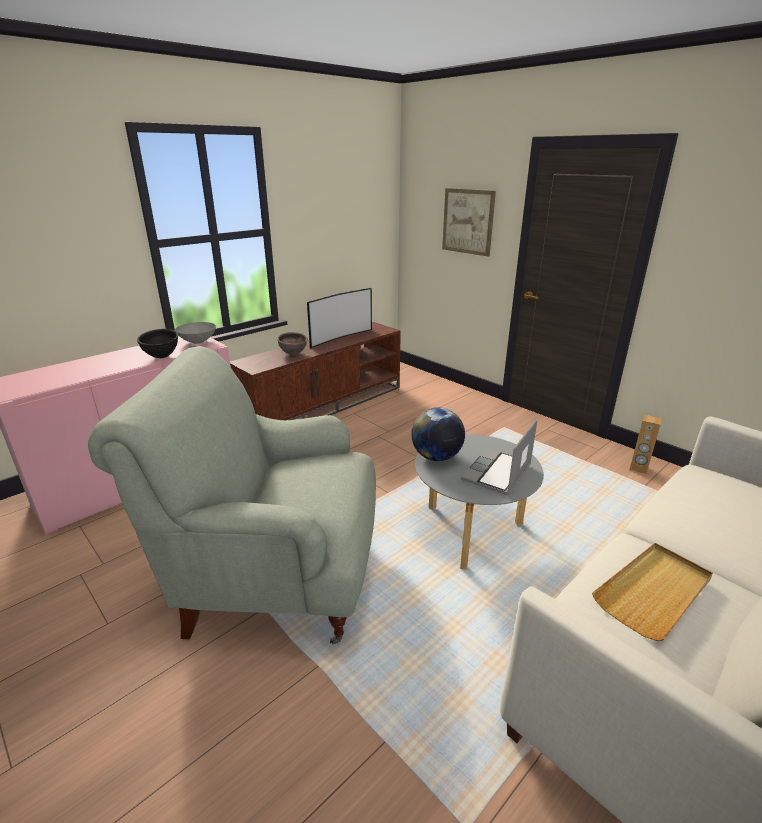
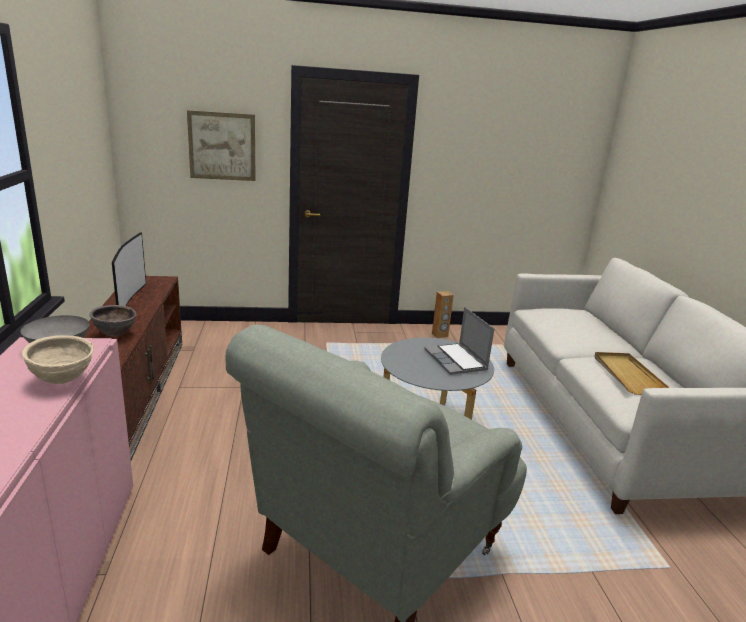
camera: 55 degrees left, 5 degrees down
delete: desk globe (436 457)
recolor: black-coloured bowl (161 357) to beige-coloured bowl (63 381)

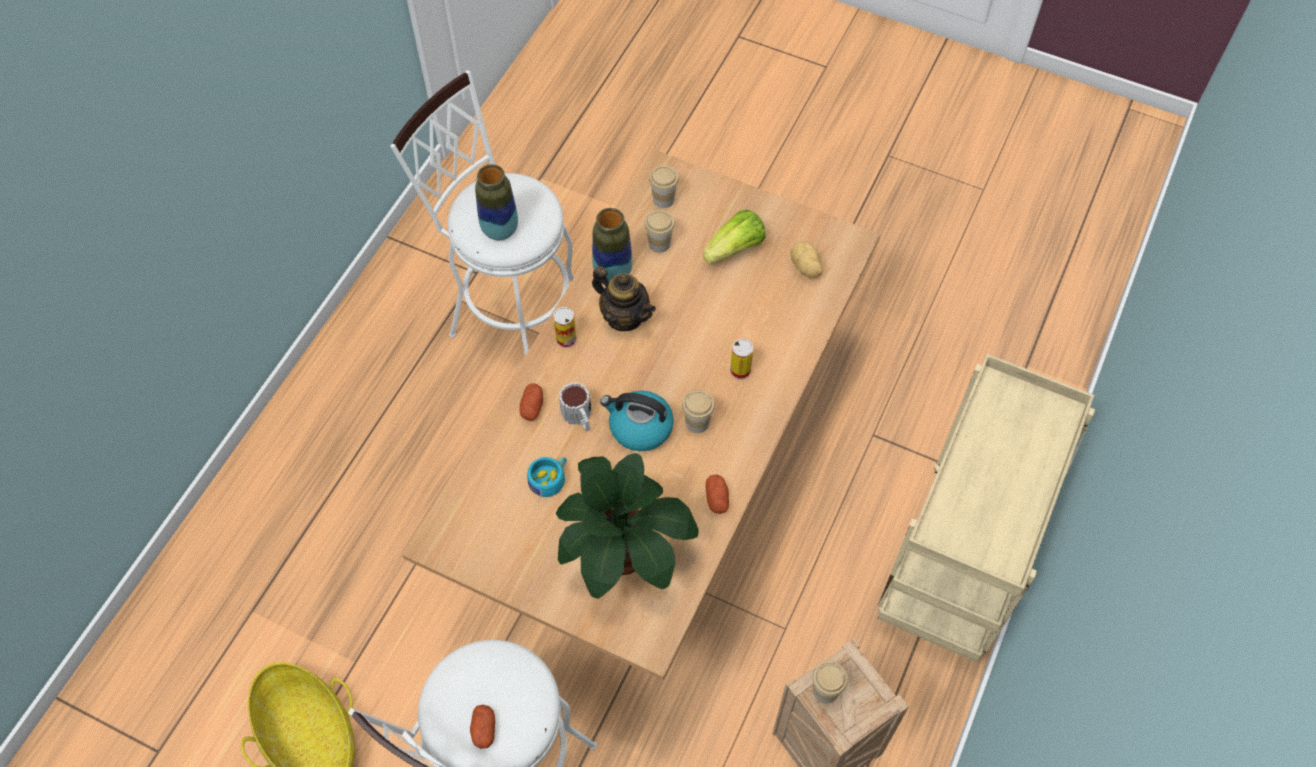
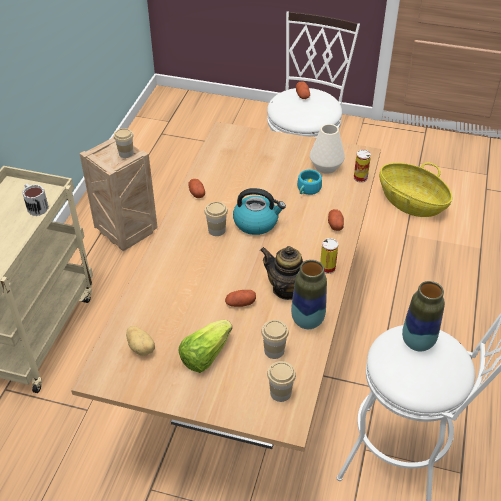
camera: 170 degrees right, 15 degrees down
delete: plant in a pot (622 553)
insert: whitish decorative vase (326 166); whole potato (240 303)
move: metal can (740 370) to (360 178); tea mug (579 417) to (35 206)

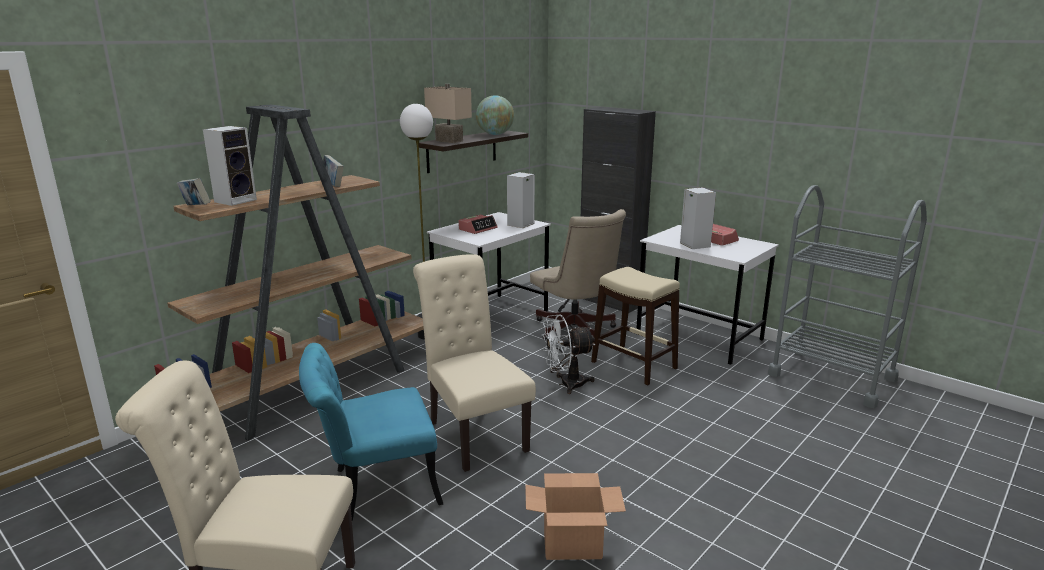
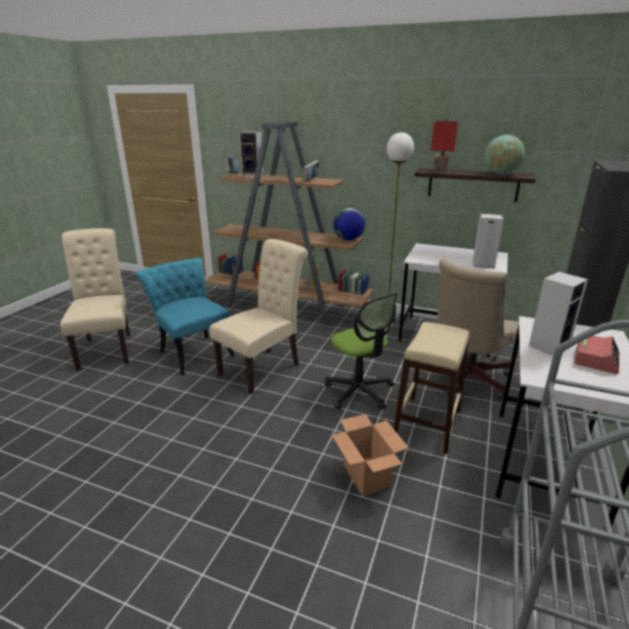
camera: 70 degrees right, 5 degrees up
delete: alarm clock (478 229)
insert: desk globe (348 239)
move: packing box (573 545) to (367 476)
replace: whitish fan (566 384) to desk chair (359 392)
recolor: beige-coloured table lamp (448 141) to red-coloured table lamp (439 170)

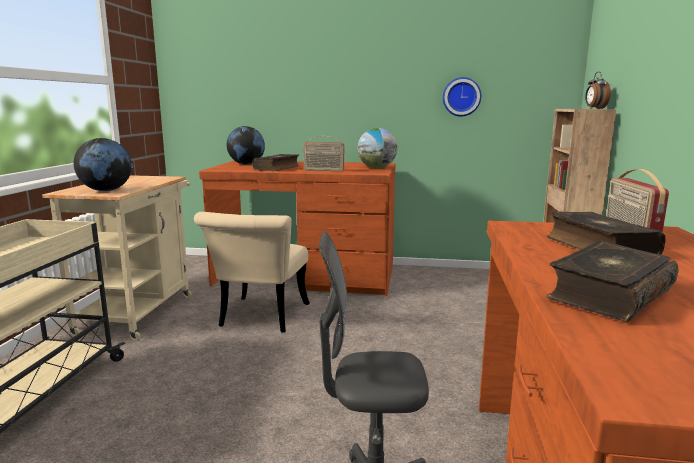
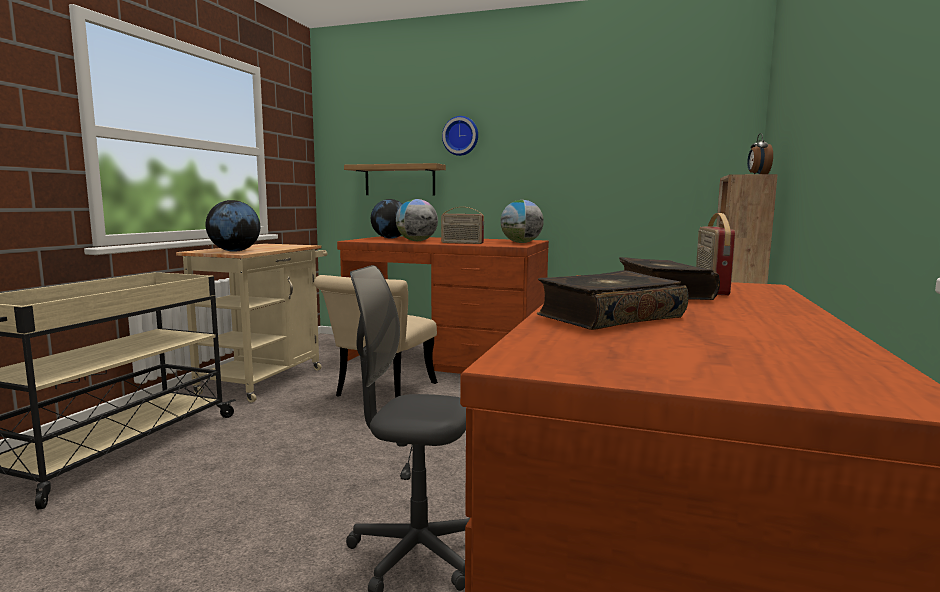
camera: 10 degrees right, 5 degrees down
insert: wall shelf (400 180)
move: hanging clock (461 97) to (461 136)
replace: book (277 168) to desk globe (416 241)

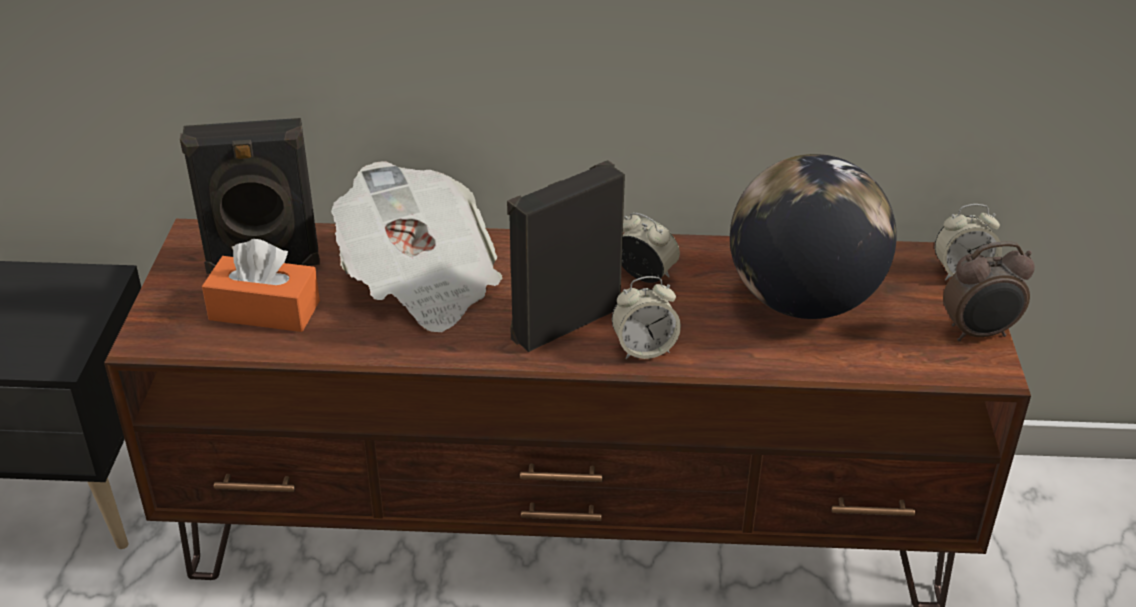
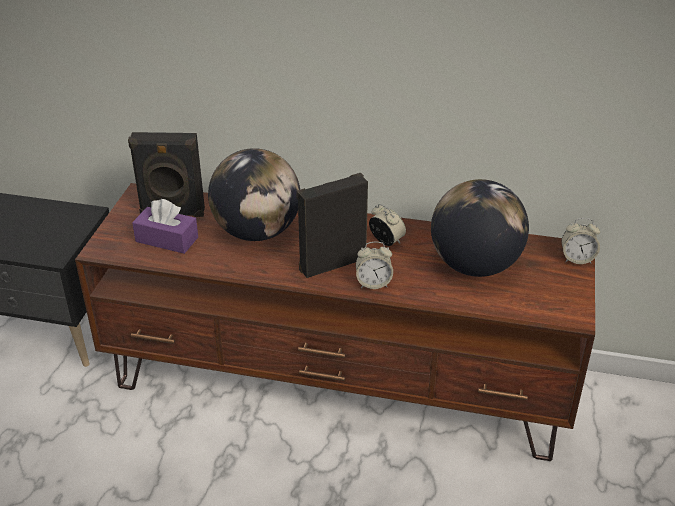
camera: 10 degrees right, 0 degrees up
delete: alarm clock (979 333)
replace: daily paper (420 282) to desk globe (257 232)
recolor: orange box of tissues (264 310) to purplish box of tissues (167 239)

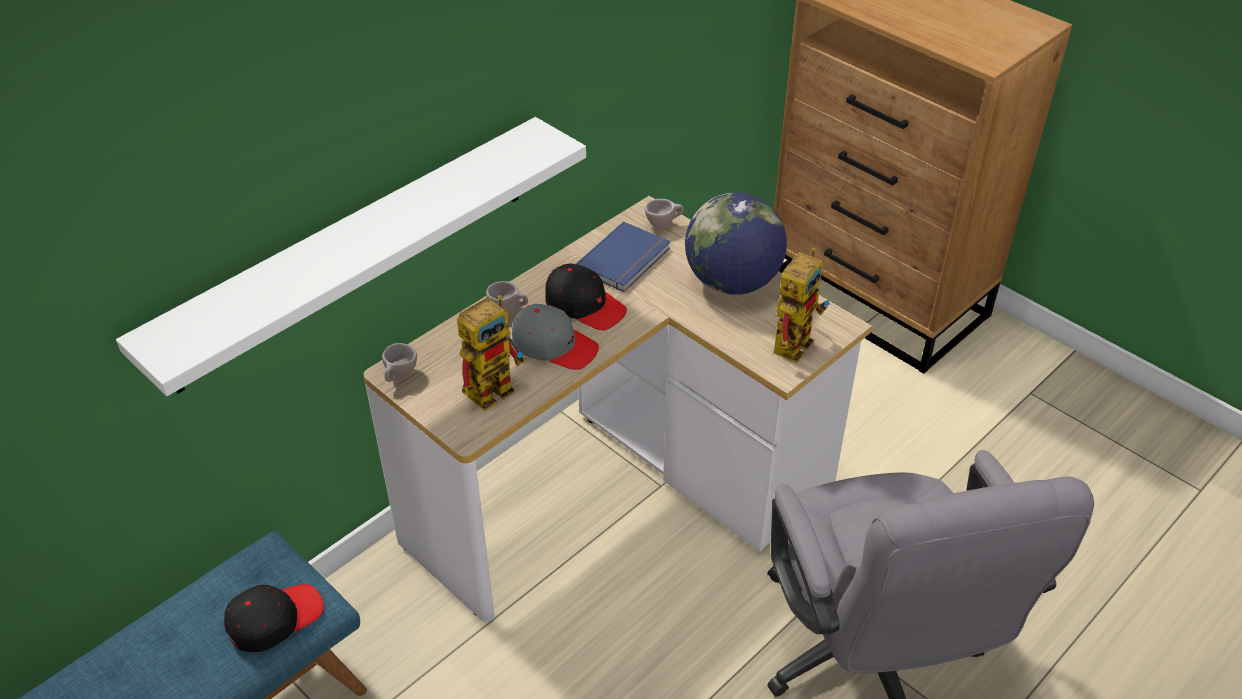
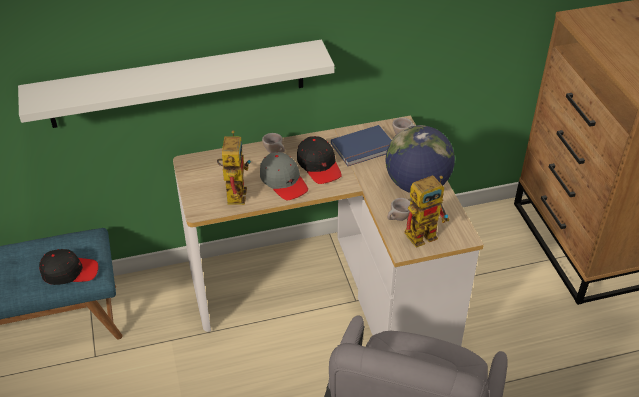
camera: 30 degrees right, 0 degrees up
move: beige-coloured small cup (400 377) to (398 219)
rotate: model robot (496 386) = (234 191) 75 degrees counterclockwise

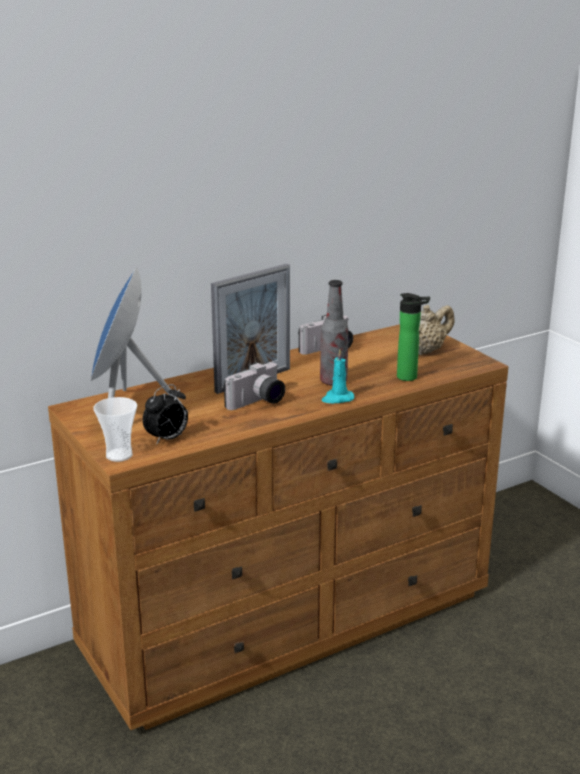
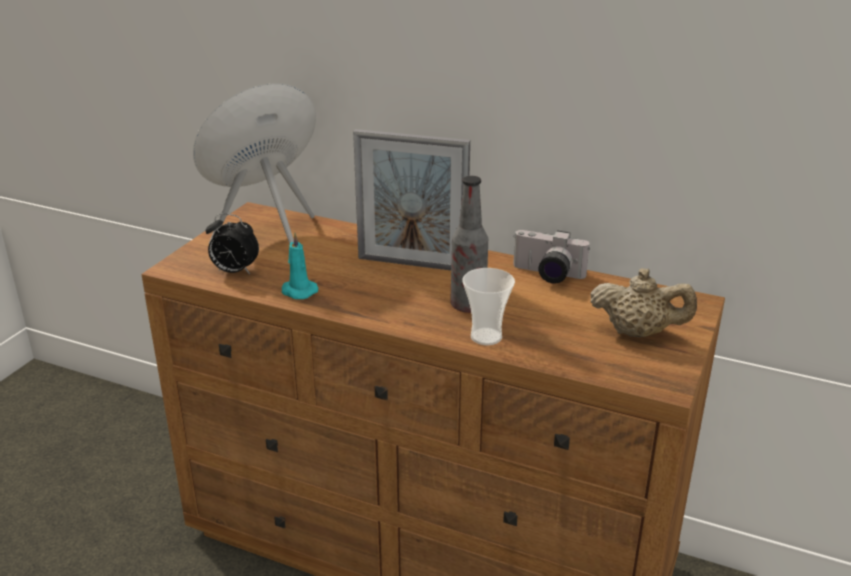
camera: 55 degrees right, 5 degrees up
delete: bottle (410 377); still camera (258 403)
move: turquoise candle (337 399) to (298 291); small cup (119 455) to (486 337)

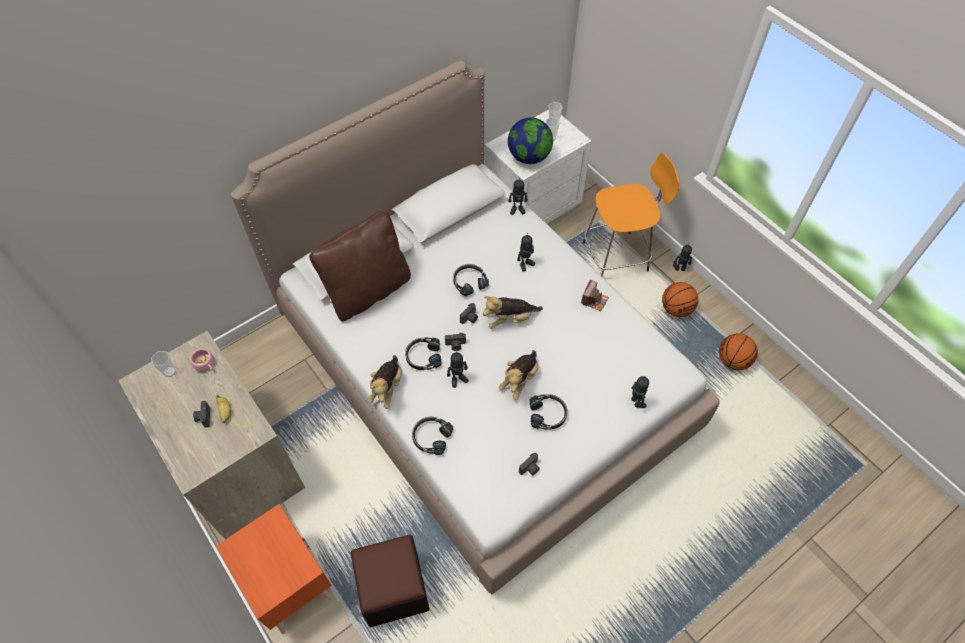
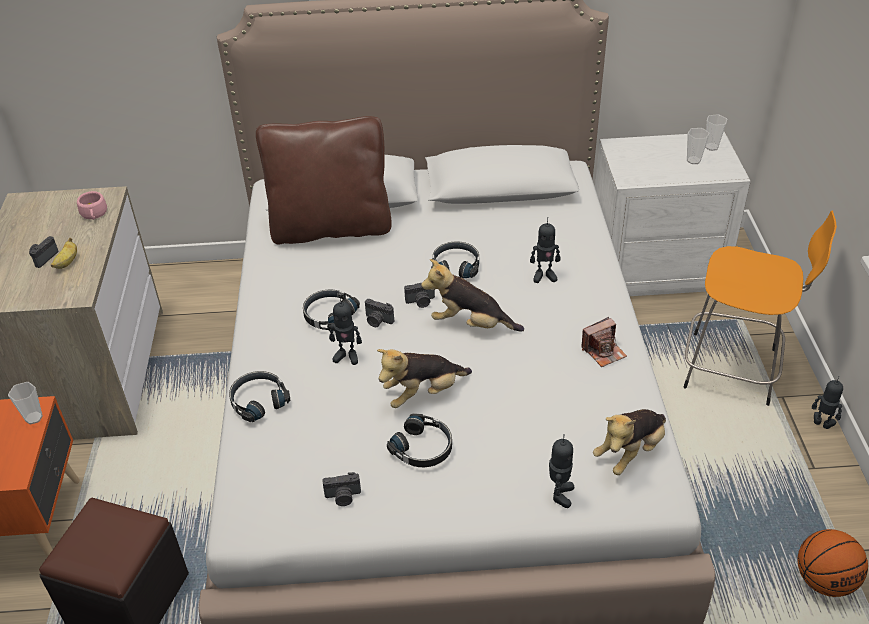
camera: 35 degrees right, 15 degrees down
delete: desk globe (529 157); model robot (517 209); basketball ball (676 309)
move: small cup (169 372) to (34 418); soft toy (387 388) to (630 452)

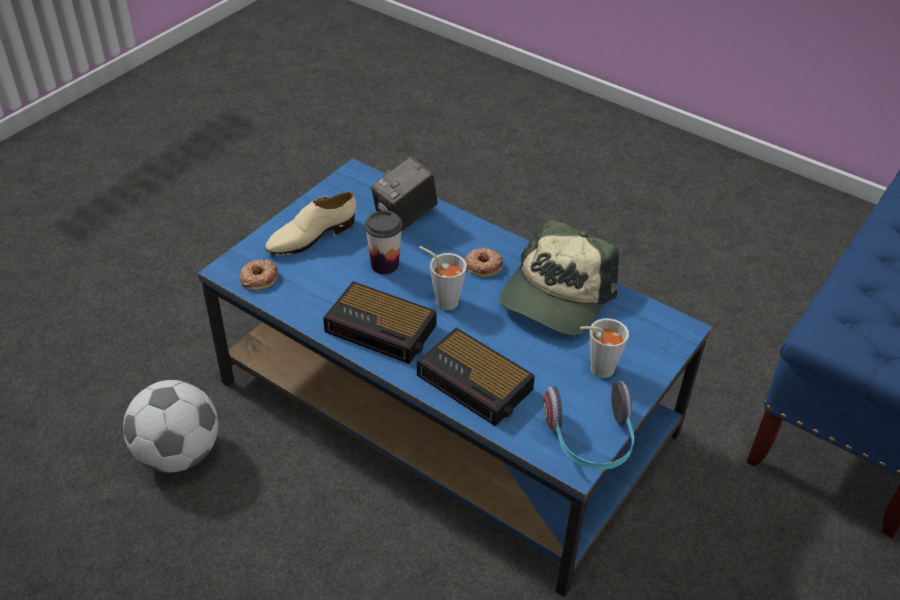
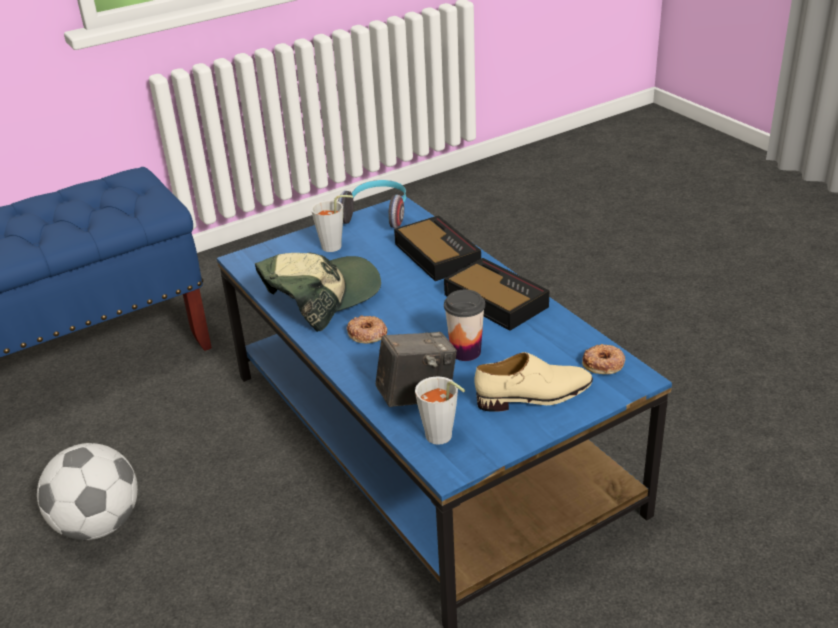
camera: 155 degrees left, 10 degrees down
move: greyish small cup (442 300) to (442 439); ball for football (179 453) to (98 524)

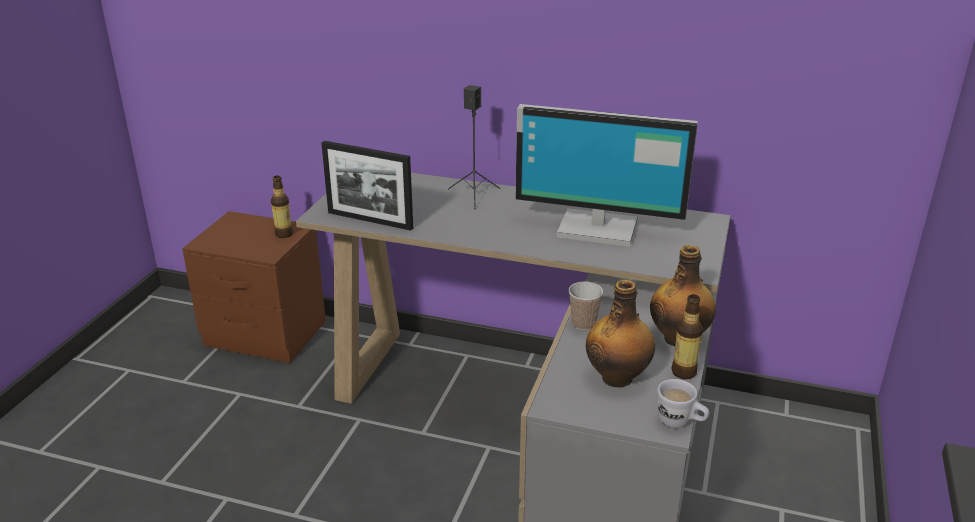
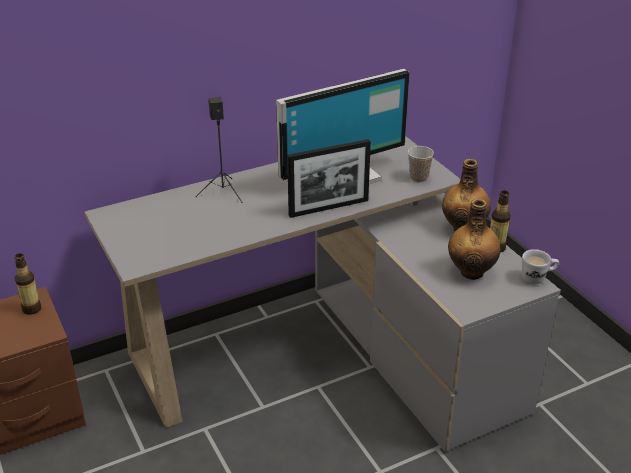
camera: 45 degrees left, 5 degrees up
move: photo frame (370 220) to (328 208); small cup (583 324) to (418 178)

